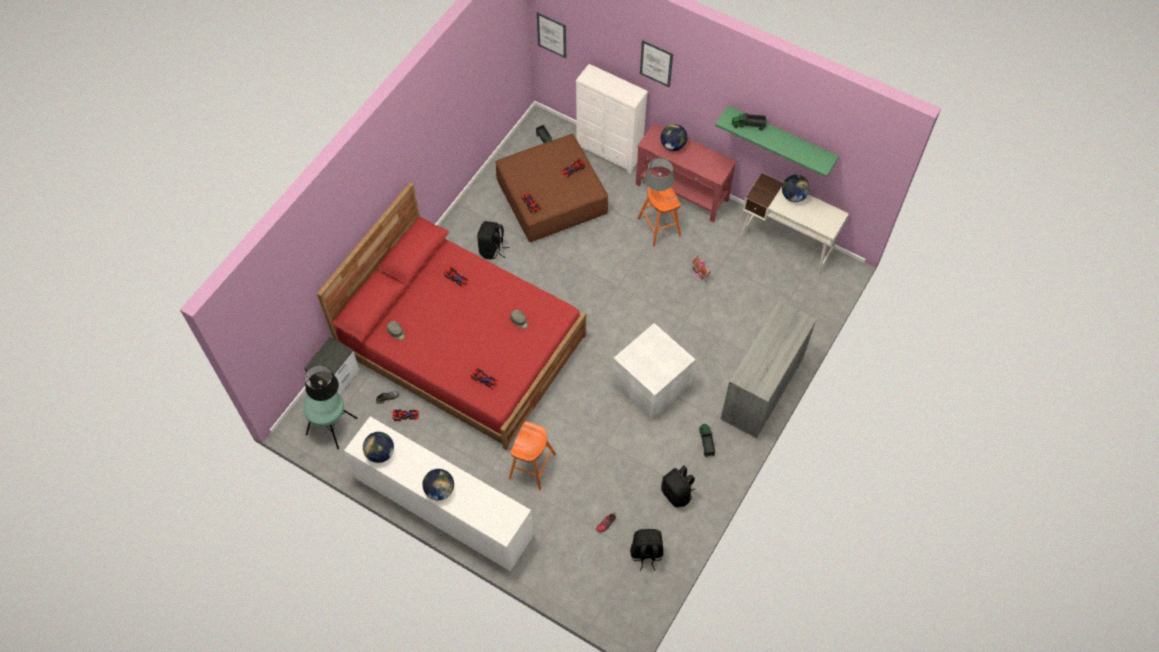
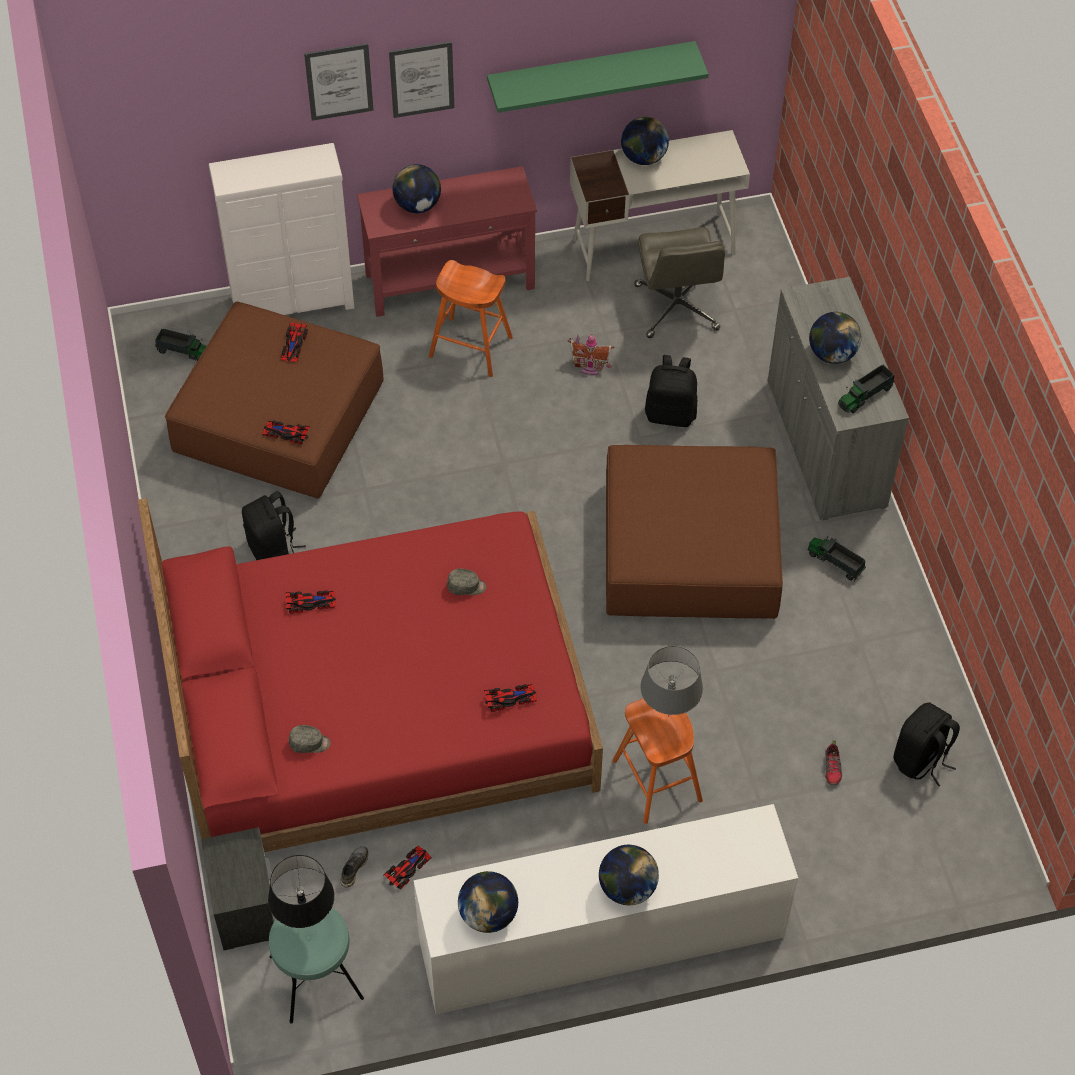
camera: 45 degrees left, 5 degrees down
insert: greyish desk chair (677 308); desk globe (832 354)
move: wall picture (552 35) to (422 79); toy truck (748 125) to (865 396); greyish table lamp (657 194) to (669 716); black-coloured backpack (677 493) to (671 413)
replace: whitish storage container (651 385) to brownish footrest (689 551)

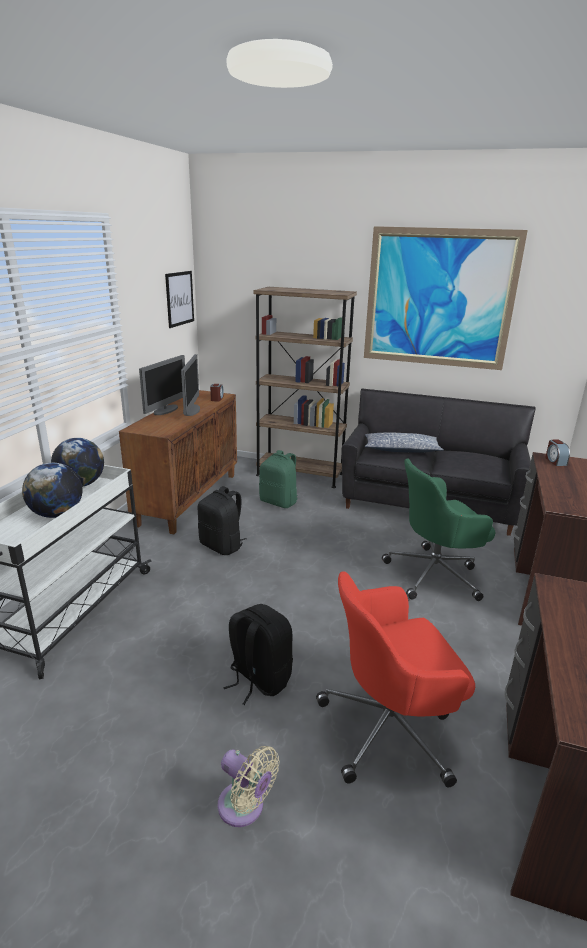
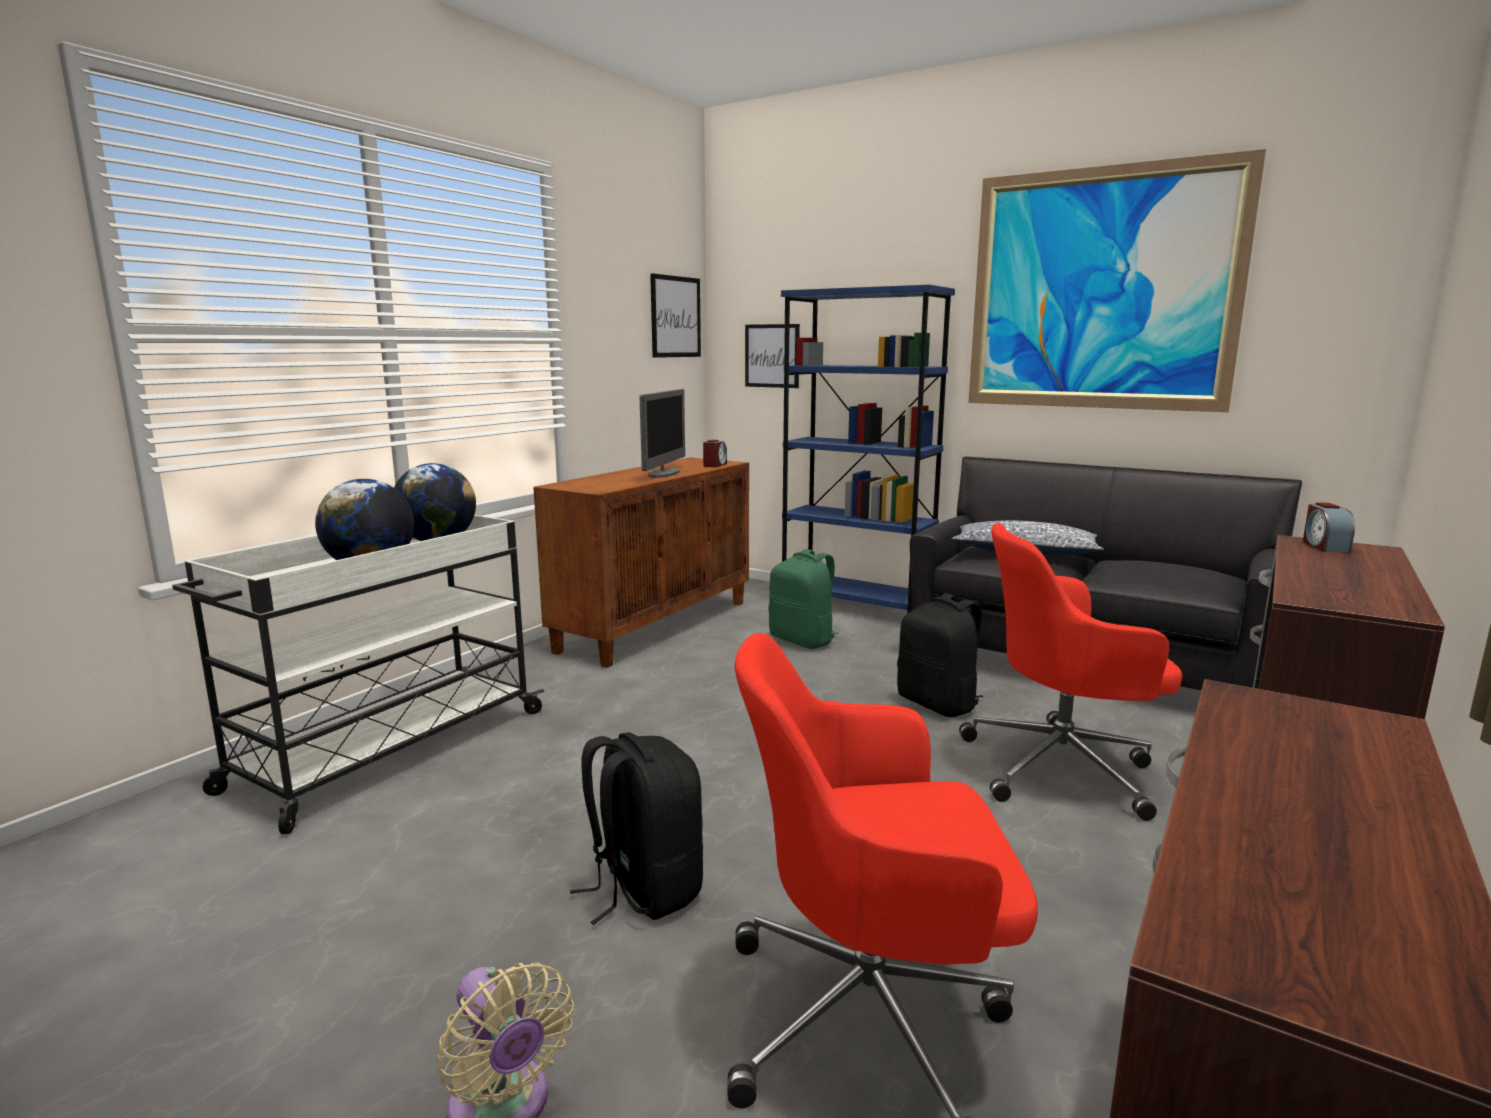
camera: 15 degrees right, 10 degrees down
delete: computer screen (166 410)
insert: wall picture (772 356)
move: black-coloured backpack (222 546) to (939 704)
recolor: brownish shelving unit (300 474) to blue-coloured shelving unit (855 608); greenish desk chair (435 574) to red-coloured desk chair (1063 767)

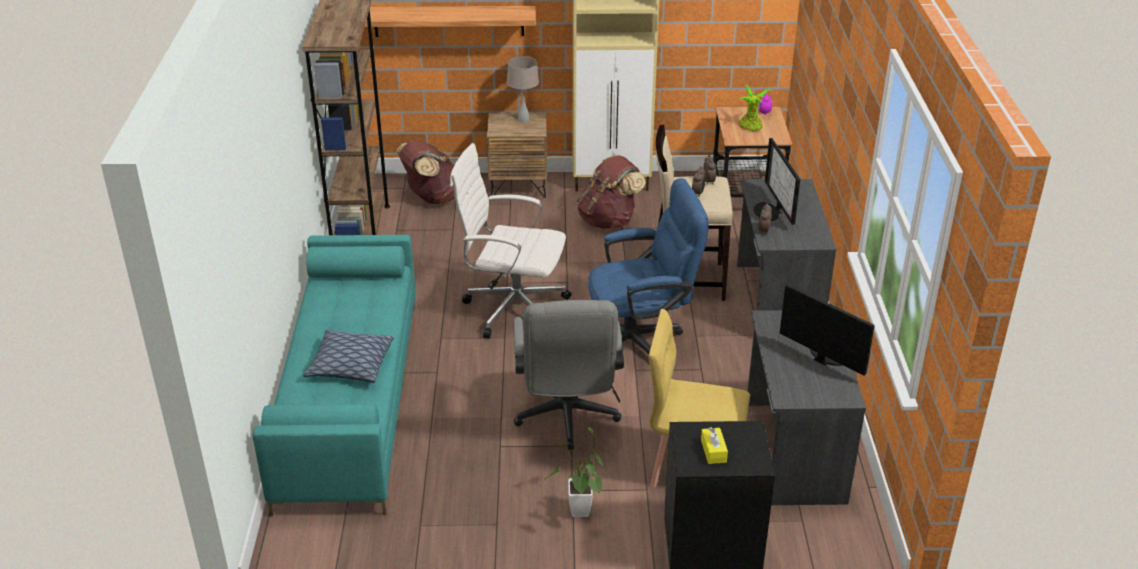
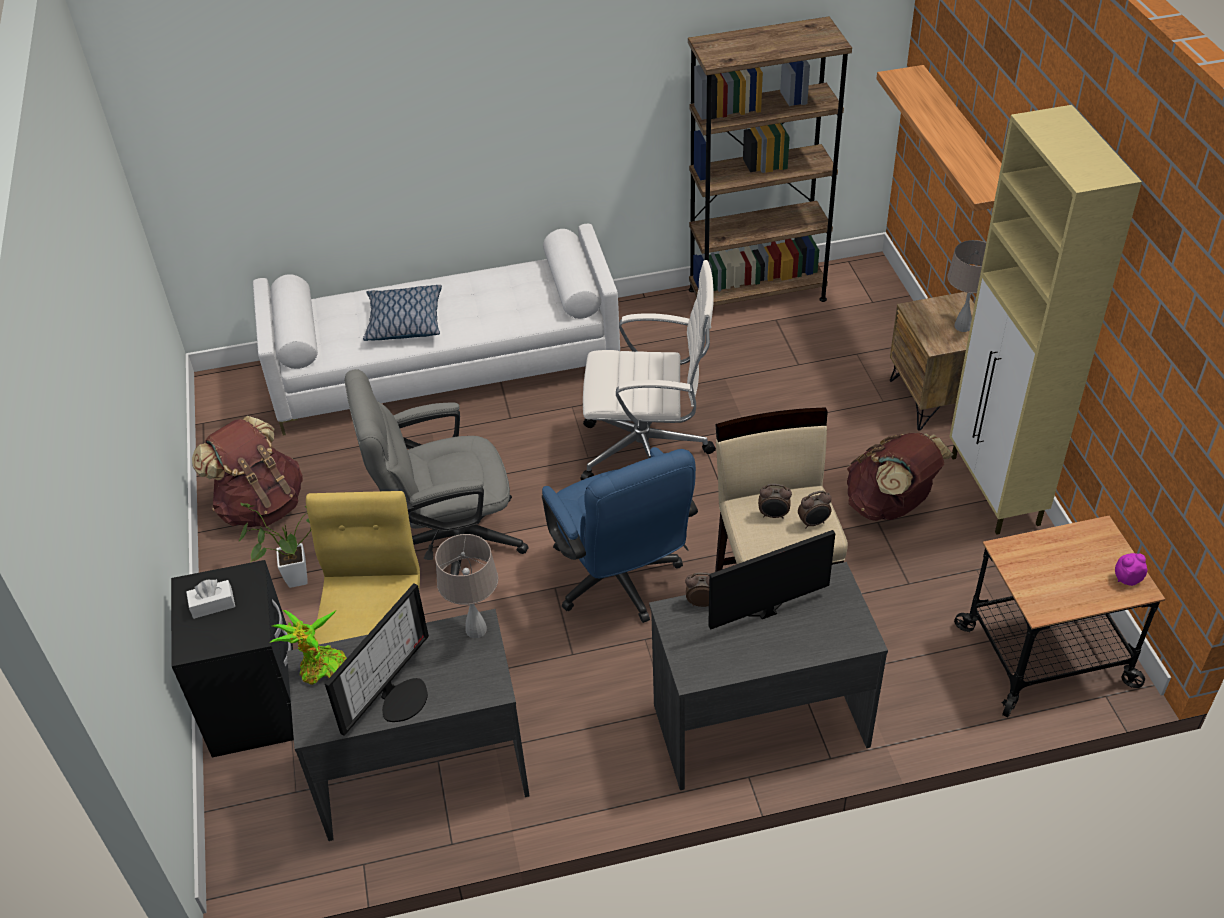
camera: 80 degrees right, 10 degrees up
insert: beige-coloured table lamp (476 630)
move: plant in a pot (751 126) to (321 670); brownish backpack (432 198) to (261 505)
recolor: turquoise sofa (349 401) to whitish sofa (447 367); yellow box of tissues (713 451) to whitish box of tissues (213 605)
rotate: whitish desk chair (513 308) = (648 452) 90 degrees clockwise

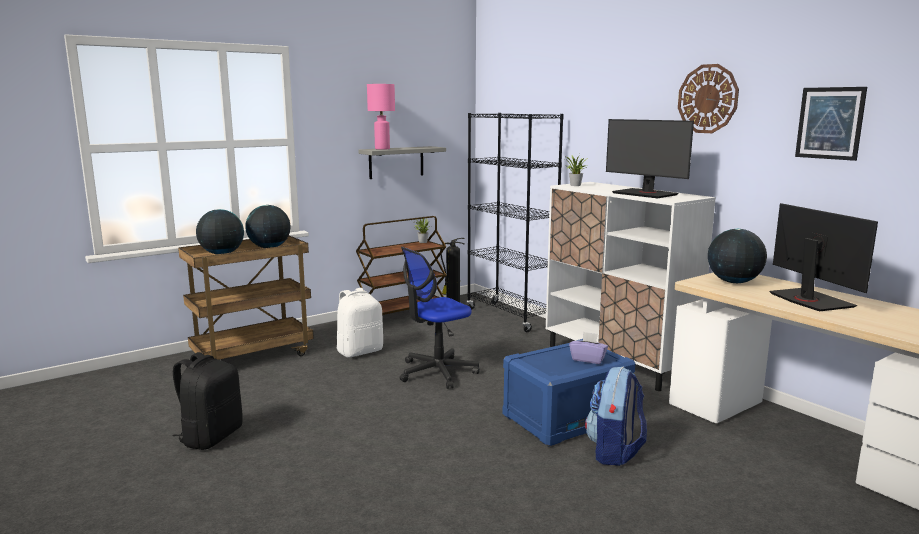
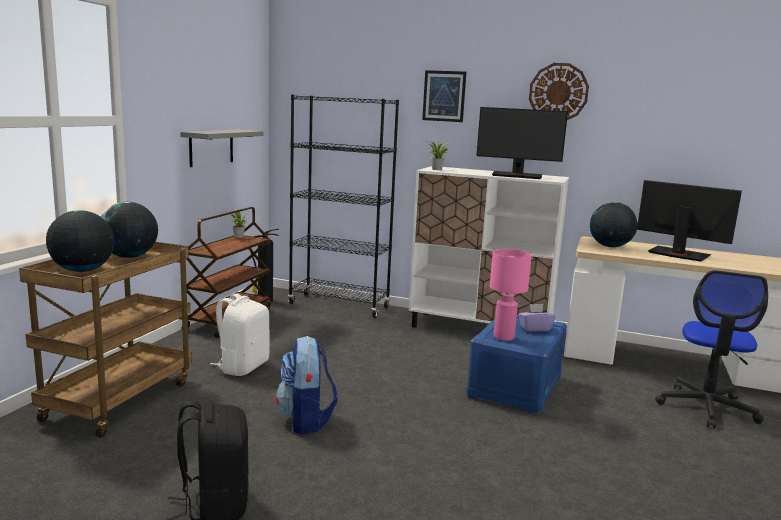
camera: 35 degrees left, 0 degrees up
move: pinkish table lamp (382 149) to (504 337); wall picture (829 123) to (444 96); desk chair (437 372) to (706 407); backpack (615 452) to (306 420)

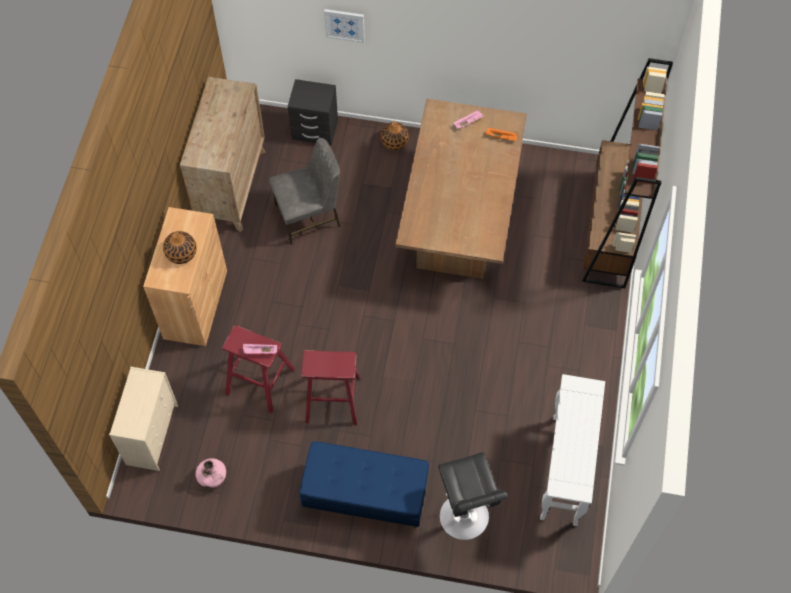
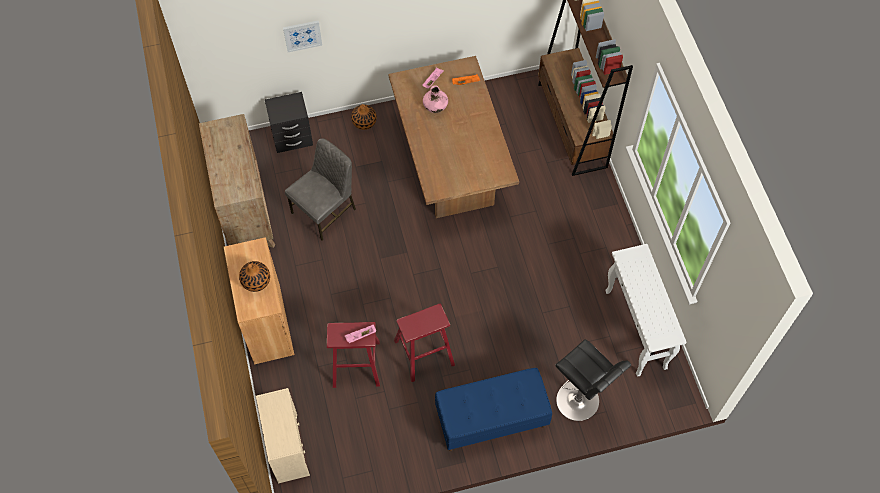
camera: 25 degrees left, 0 degrees up
move: pinkish decorative vase (212 477) to (435 107)

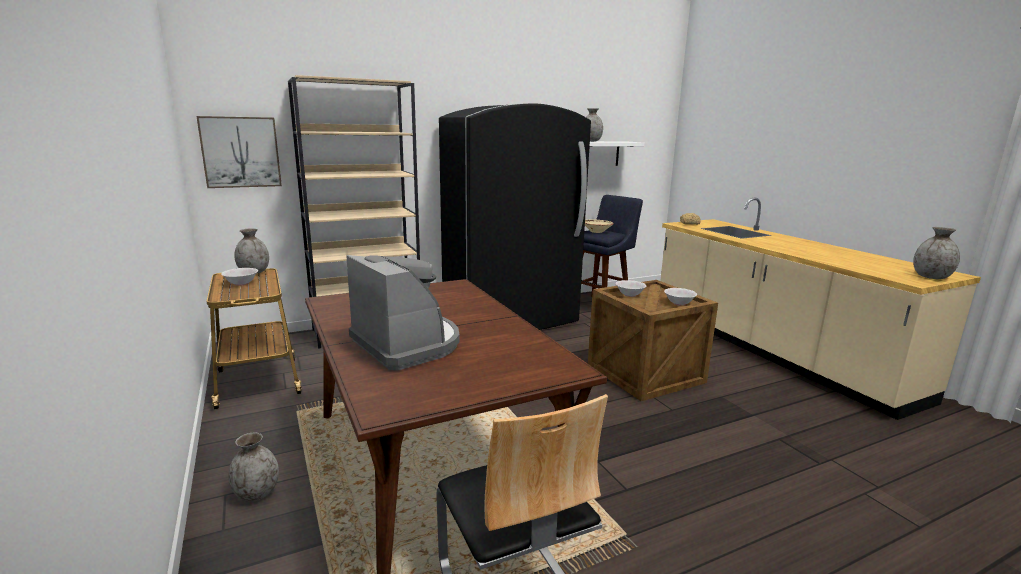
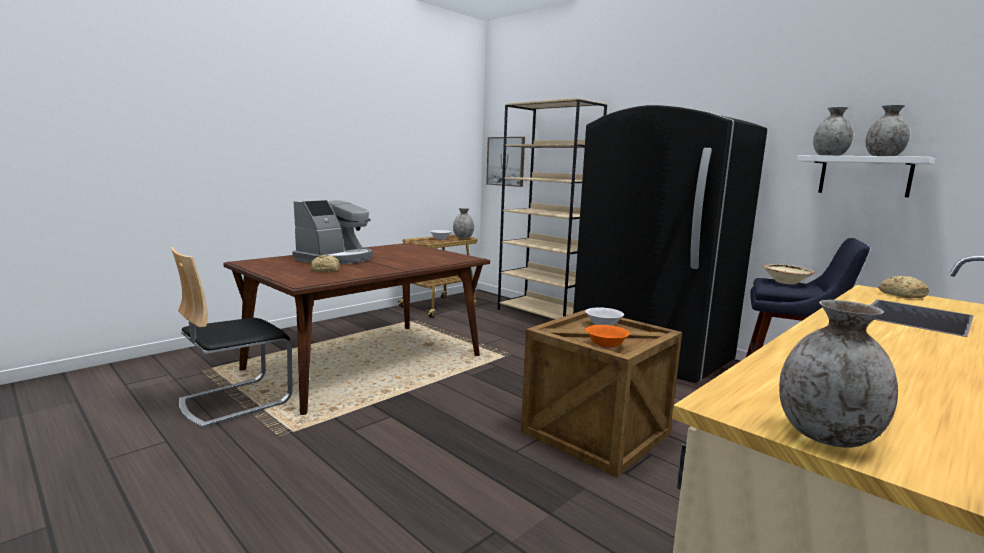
camera: 70 degrees right, 5 degrees down
insert: bakery bread (326 270)
move: greyish decorative vase (256 493) to (883 156)
recolor: whitish bowl (679 303) to orange bowl (606 346)

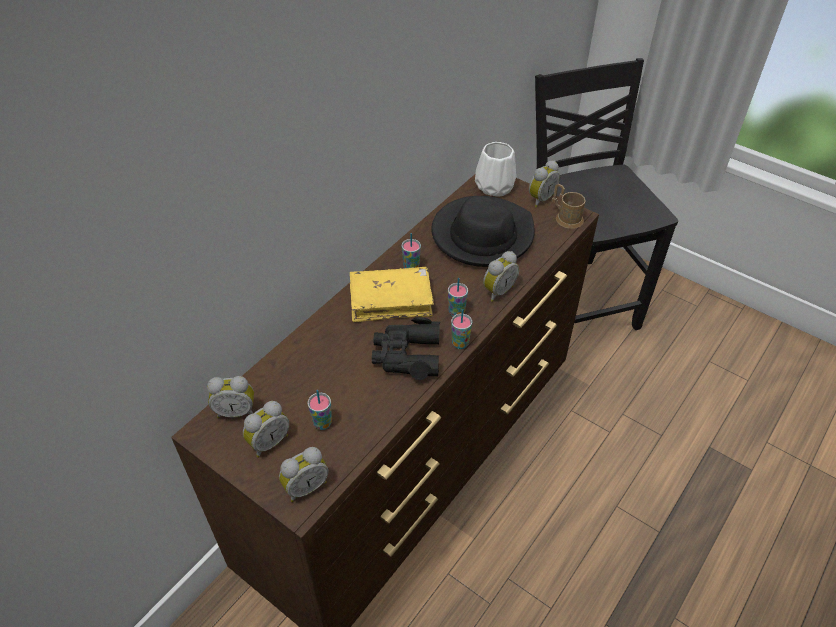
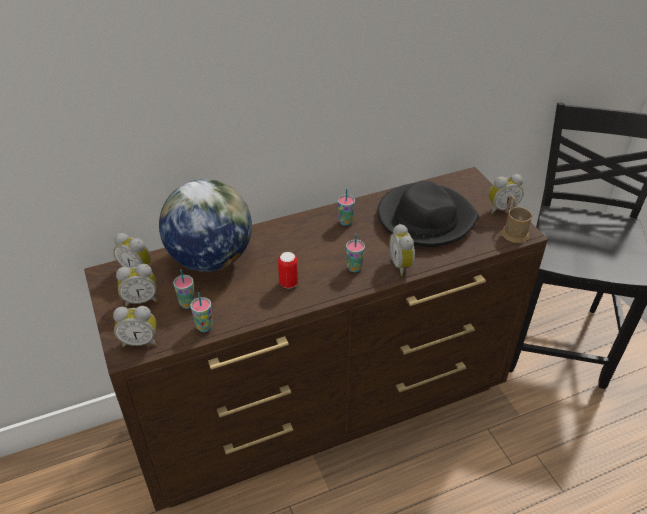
camera: 30 degrees right, 5 degrees down
delete: whitish decorative vase (495 187); yellow book (391 301)
insert: desk globe (210 259)
move: small cup (460 343) to (204 327)
replace: black-coloured binoculars (407 355) to metal can (288 283)
rotate: alarm clock (497 291) = (402 265) 90 degrees clockwise

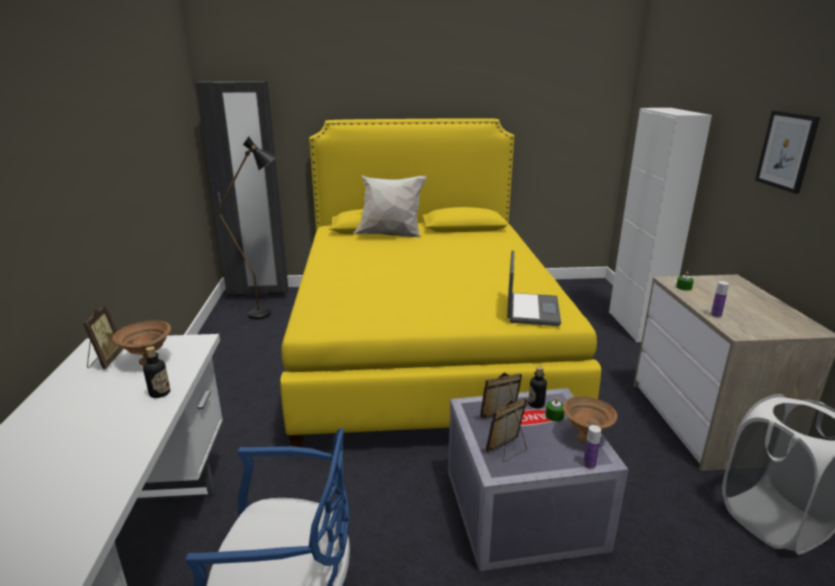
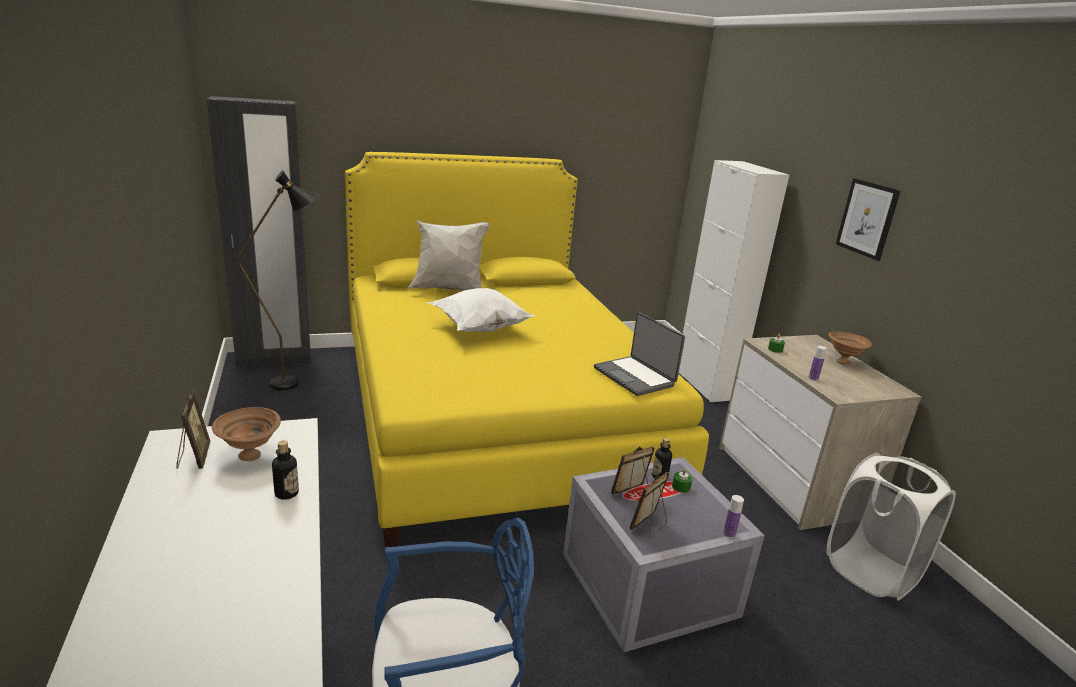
camera: 15 degrees left, 0 degrees up
insert: whitish throw pillow (478 329)
move: brownish bowl (585 437) to (842 361)
rotate: notebook computer (531 310) = (635 377) 150 degrees clockwise

